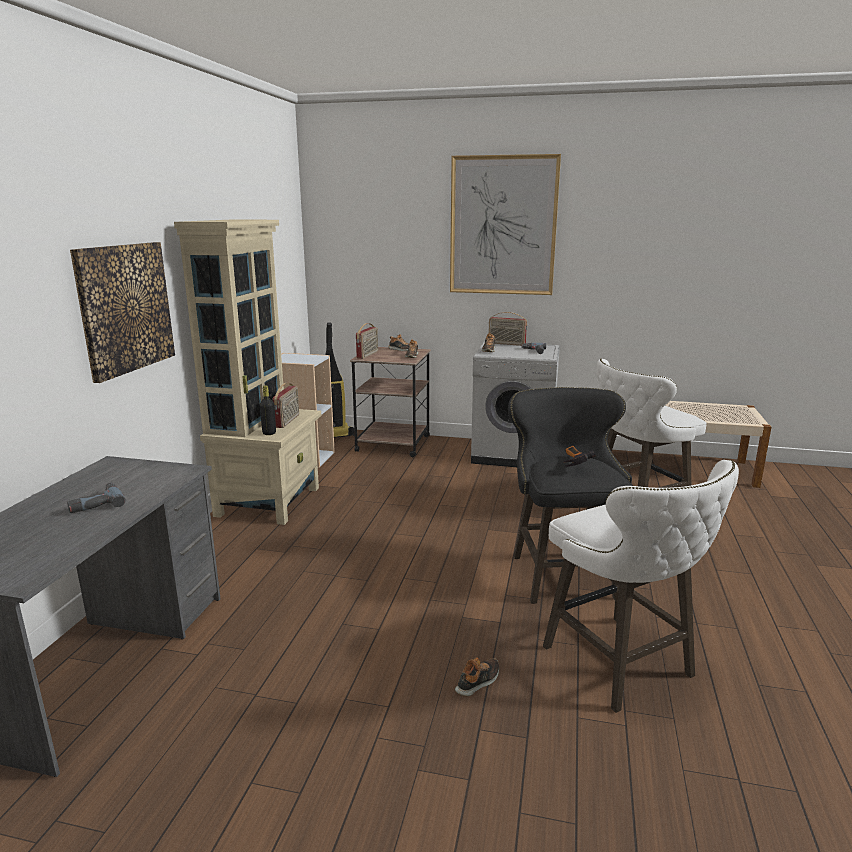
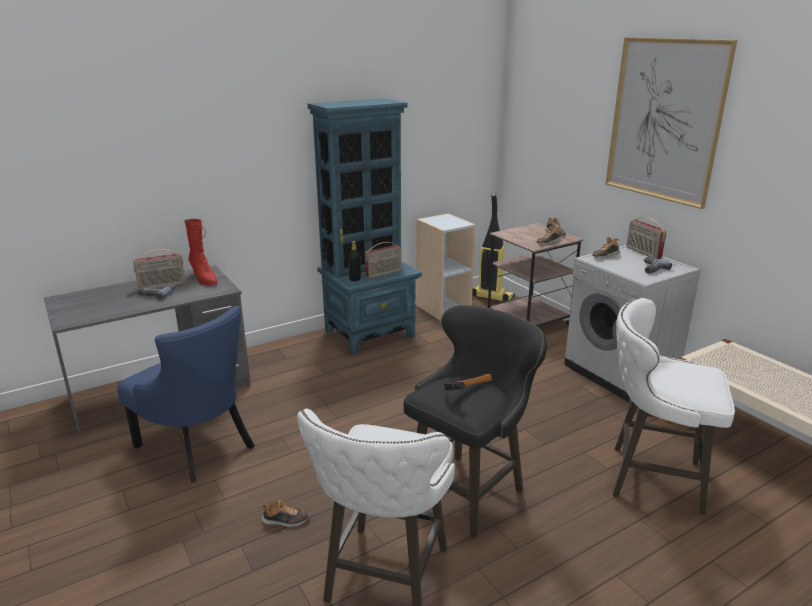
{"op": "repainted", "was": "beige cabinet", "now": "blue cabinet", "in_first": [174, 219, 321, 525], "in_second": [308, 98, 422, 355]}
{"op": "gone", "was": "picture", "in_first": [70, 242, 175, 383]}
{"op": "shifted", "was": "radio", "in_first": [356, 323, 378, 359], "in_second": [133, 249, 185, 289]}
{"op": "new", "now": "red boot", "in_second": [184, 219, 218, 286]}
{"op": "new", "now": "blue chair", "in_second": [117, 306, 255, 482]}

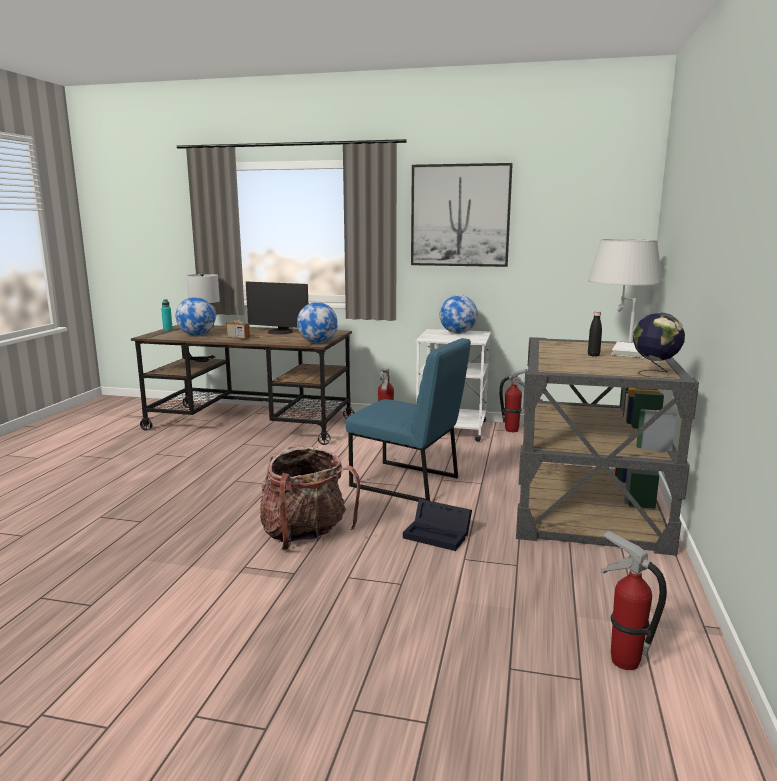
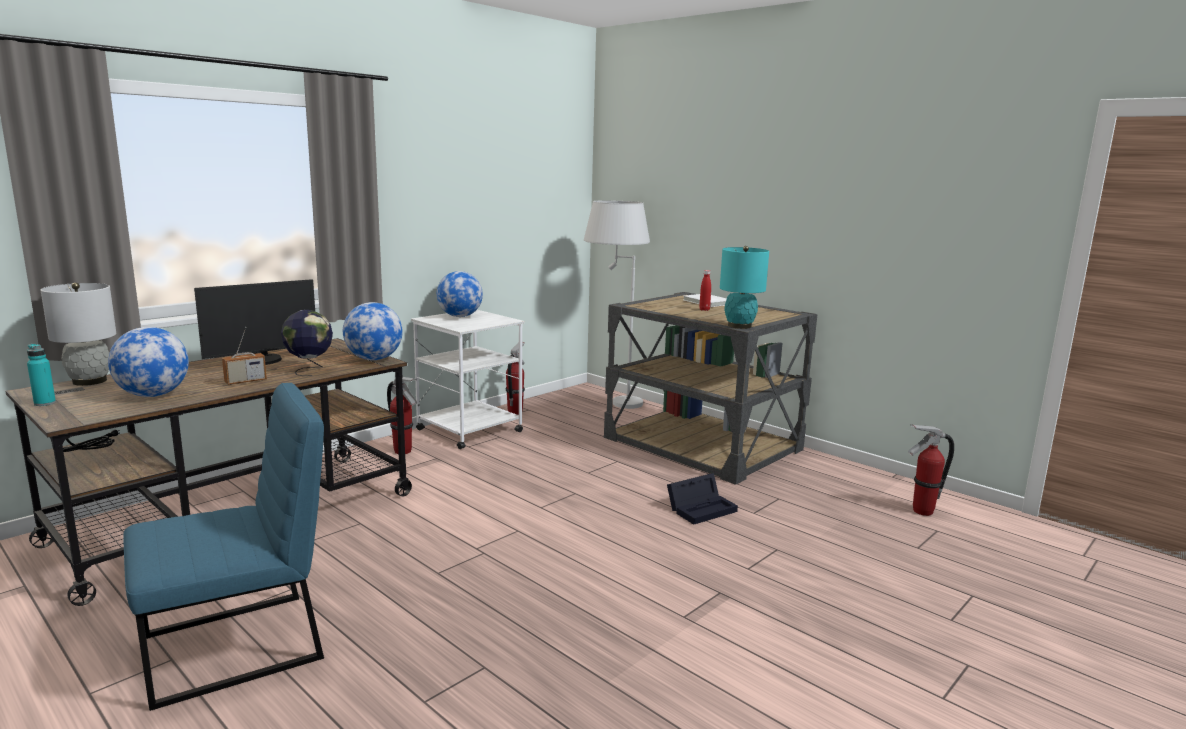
{"op": "gone", "was": "picture", "in_first": [411, 163, 513, 267]}
{"op": "repainted", "was": "black bottle", "now": "red bottle", "in_first": [588, 311, 602, 357], "in_second": [699, 270, 711, 311]}
{"op": "shifted", "was": "globe", "in_first": [633, 312, 685, 377], "in_second": [281, 310, 333, 376]}
{"op": "shifted", "was": "blue chair", "in_first": [345, 338, 471, 502], "in_second": [123, 383, 324, 711]}
{"op": "gone", "was": "backpack", "in_first": [260, 445, 360, 550]}
{"op": "new", "now": "turquoise table lamp", "in_second": [720, 246, 769, 329]}

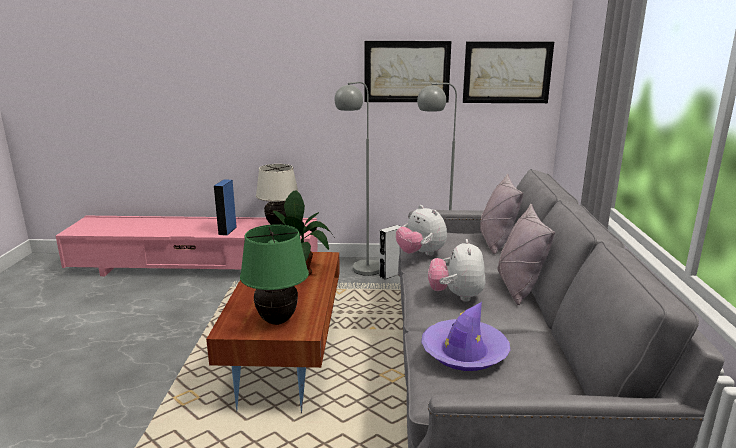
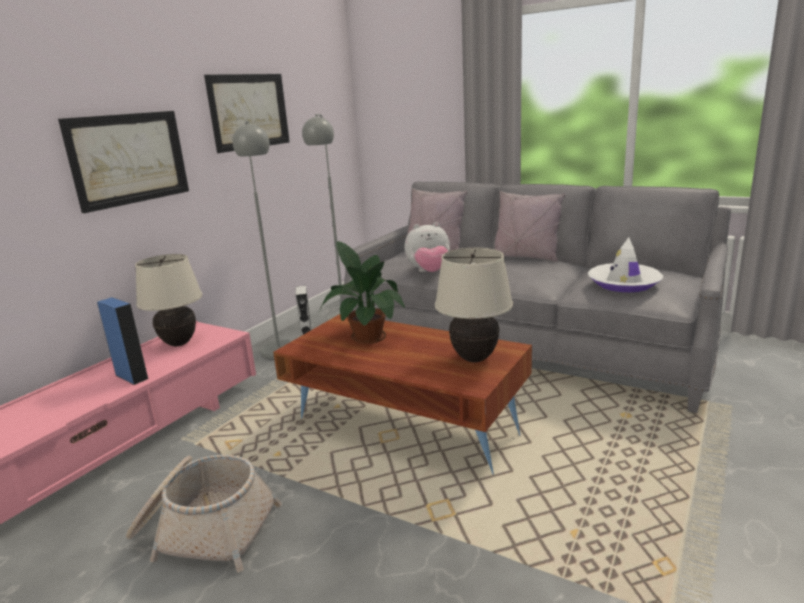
{"op": "shifted", "was": "picture", "in_first": [463, 41, 554, 103], "in_second": [58, 111, 189, 213]}
{"op": "repainted", "was": "green table lamp", "now": "beige table lamp", "in_first": [240, 224, 309, 325], "in_second": [435, 248, 513, 362]}
{"op": "gone", "was": "plush toy", "in_first": [428, 239, 485, 302]}
{"op": "repainted", "was": "purple hat", "now": "white hat", "in_first": [421, 302, 510, 371], "in_second": [588, 237, 663, 292]}
{"op": "new", "now": "basket", "in_second": [126, 455, 282, 573]}

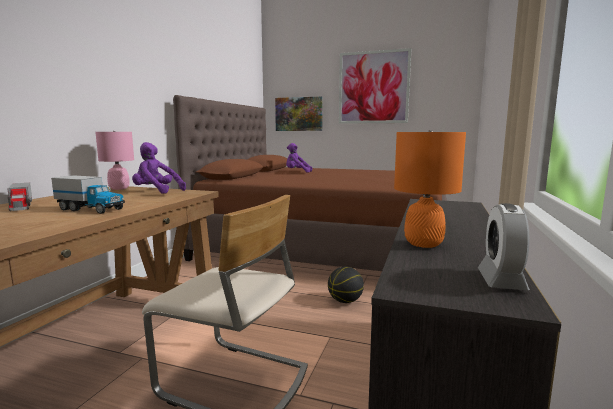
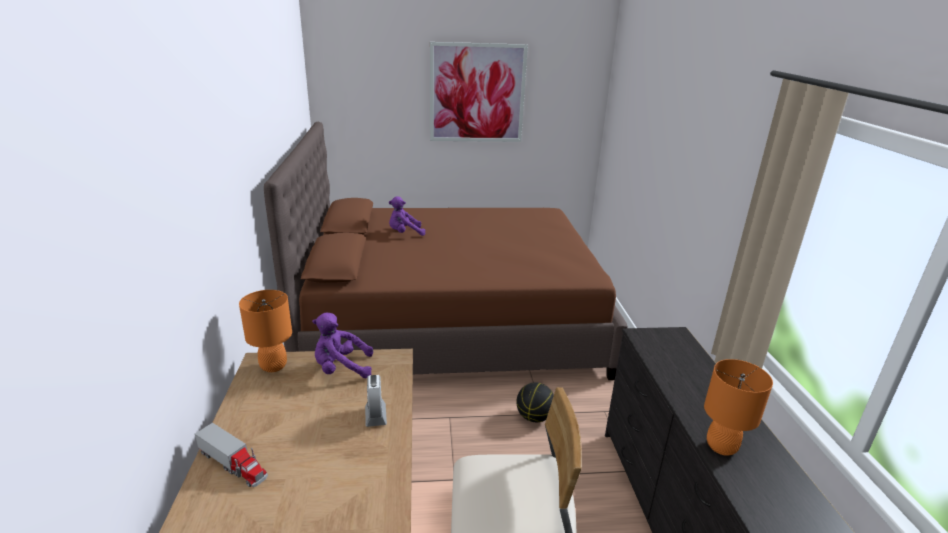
{"op": "gone", "was": "picture", "in_first": [275, 96, 323, 131]}
{"op": "repainted", "was": "pink table lamp", "now": "orange table lamp", "in_first": [95, 131, 134, 190], "in_second": [239, 290, 292, 372]}
{"op": "gone", "was": "toy truck", "in_first": [51, 175, 125, 214]}
{"op": "shifted", "was": "alarm clock", "in_first": [478, 203, 530, 291], "in_second": [365, 375, 387, 427]}

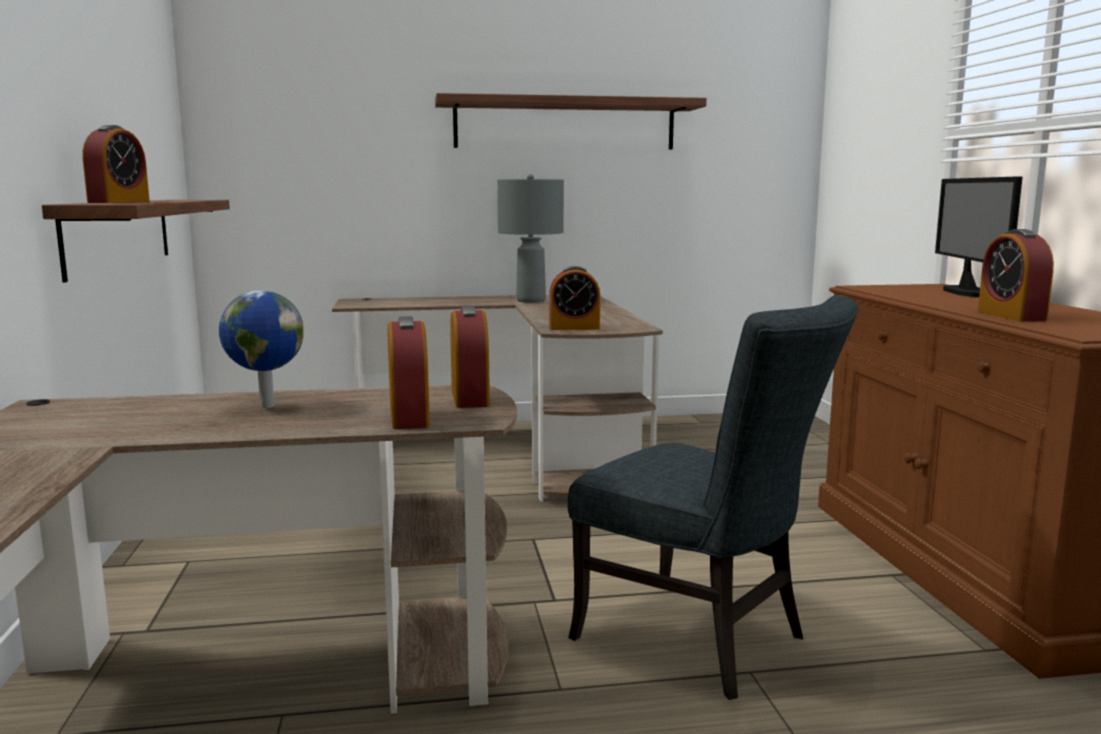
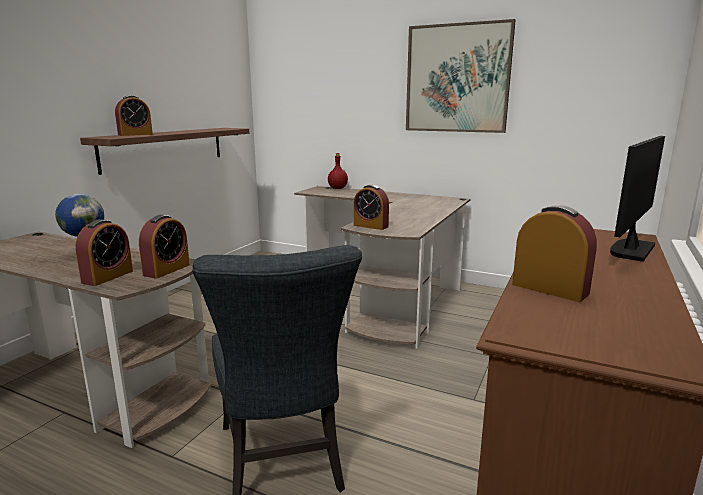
{"op": "swapped", "was": "shelf", "now": "picture", "in_first": [435, 93, 707, 149], "in_second": [406, 19, 516, 133]}
{"op": "gone", "was": "grey table lamp", "in_first": [497, 174, 564, 303]}
{"op": "rotated", "was": "alarm clock", "in_first": [978, 229, 1054, 322], "in_second": [512, 205, 597, 302], "clockwise": 105}
{"op": "new", "now": "red bottle", "in_second": [328, 153, 348, 189]}

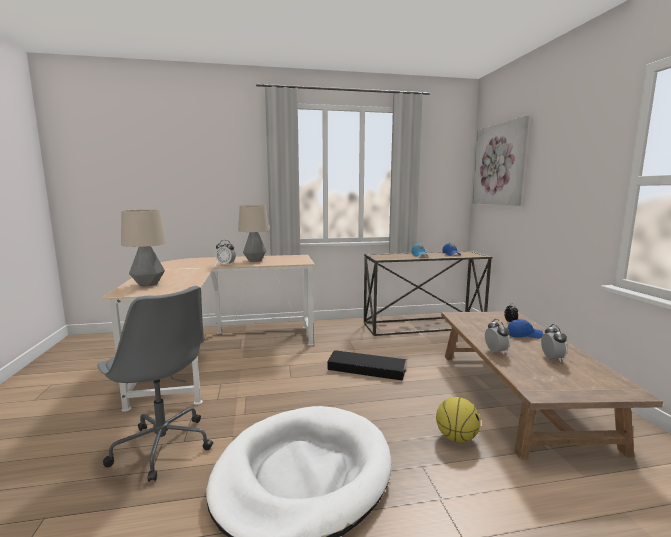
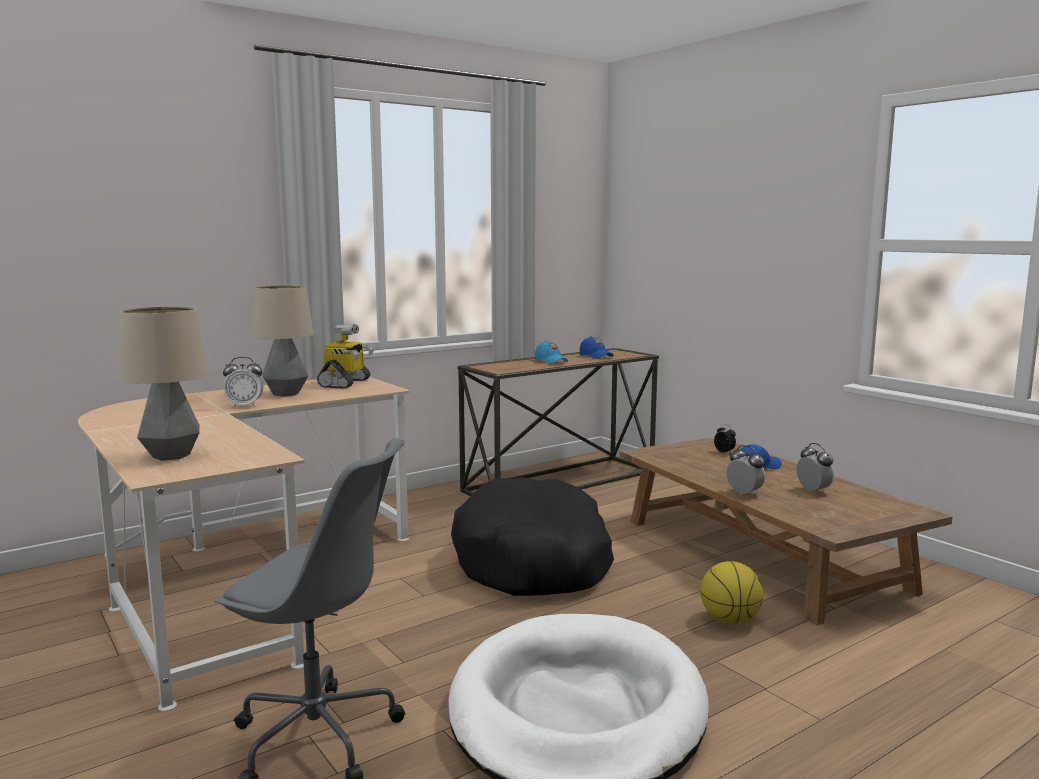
{"op": "gone", "was": "picture", "in_first": [472, 116, 529, 205]}
{"op": "swapped", "was": "black storage box", "now": "black dog bed", "in_first": [328, 350, 407, 381], "in_second": [451, 477, 614, 596]}
{"op": "new", "now": "toy robot", "in_second": [317, 324, 374, 389]}

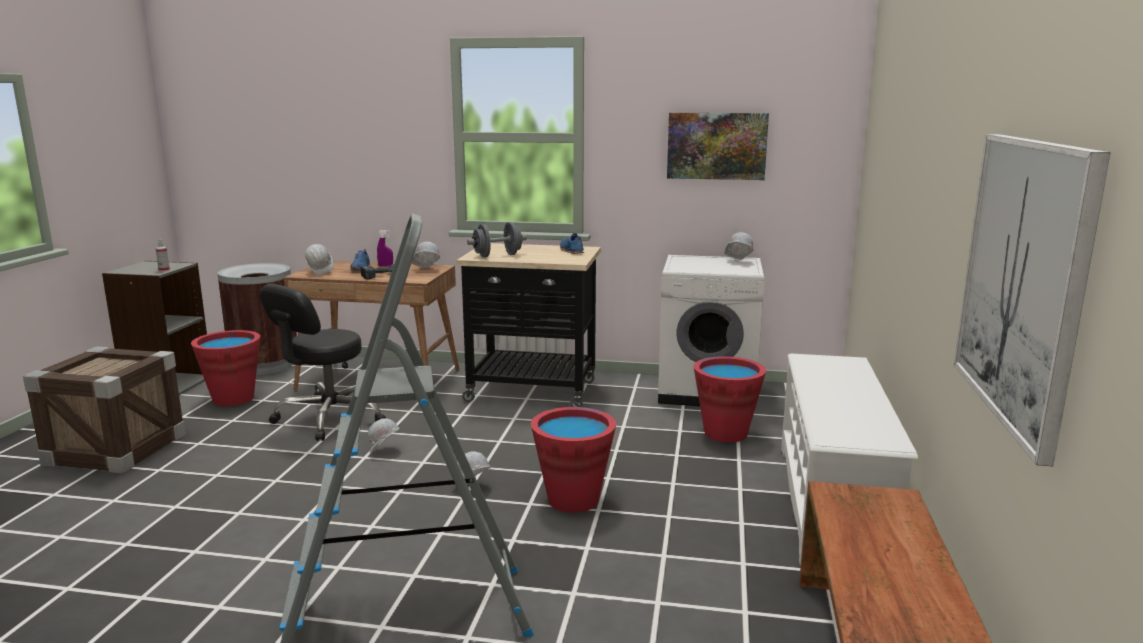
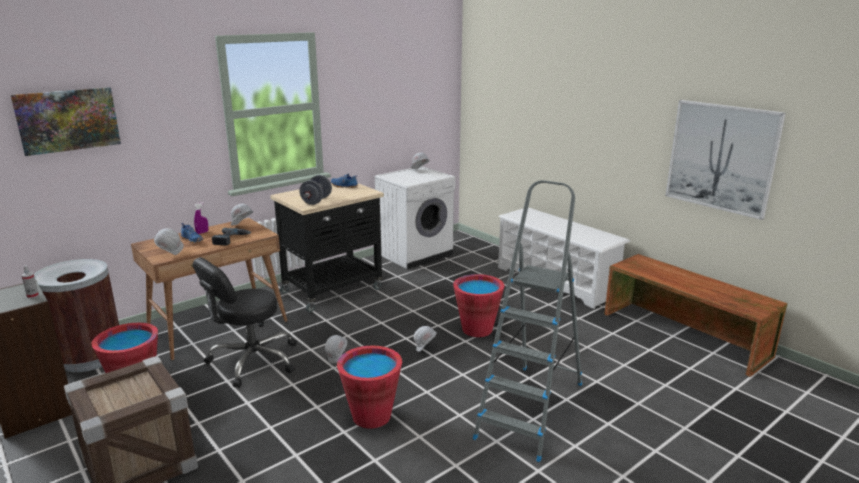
{"op": "shifted", "was": "picture", "in_first": [667, 113, 769, 180], "in_second": [10, 87, 121, 156]}
{"op": "rotated", "was": "black office chair", "in_first": [260, 284, 386, 441], "in_second": [193, 257, 297, 388], "clockwise": 60}
{"op": "shifted", "was": "red bucket", "in_first": [694, 356, 766, 443], "in_second": [337, 346, 402, 429]}

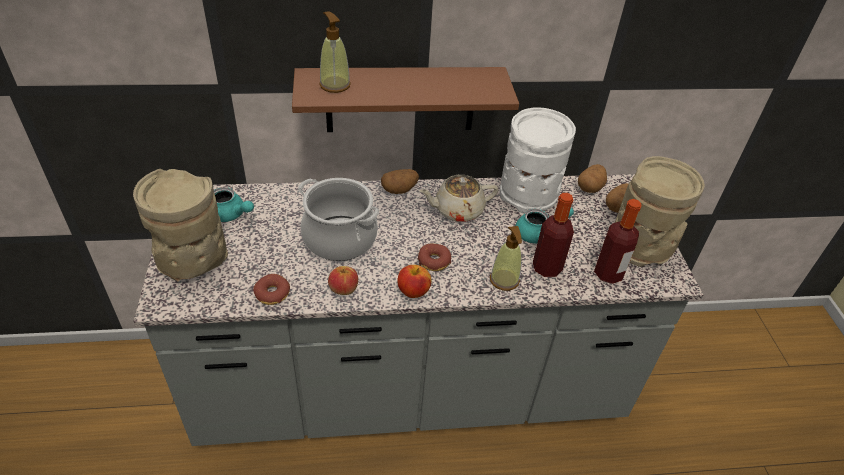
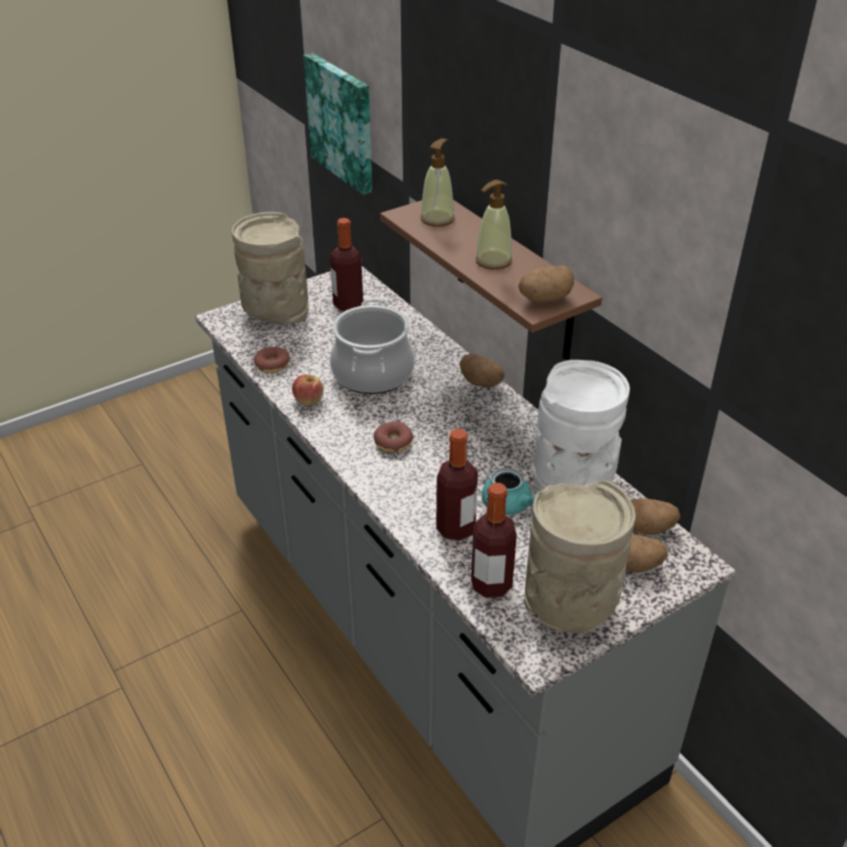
{"op": "gone", "was": "beige teapot", "in_first": [419, 175, 498, 222]}
{"op": "swapped", "was": "turquoise teapot", "now": "bottle", "in_first": [213, 187, 254, 222], "in_second": [330, 218, 363, 311]}
{"op": "shifted", "was": "soap dispenser", "in_first": [490, 226, 522, 291], "in_second": [475, 180, 512, 270]}
{"op": "gone", "was": "apple", "in_first": [397, 265, 431, 298]}
{"op": "new", "now": "picture", "in_second": [303, 53, 372, 195]}
{"op": "new", "now": "potato", "in_second": [518, 266, 574, 303]}

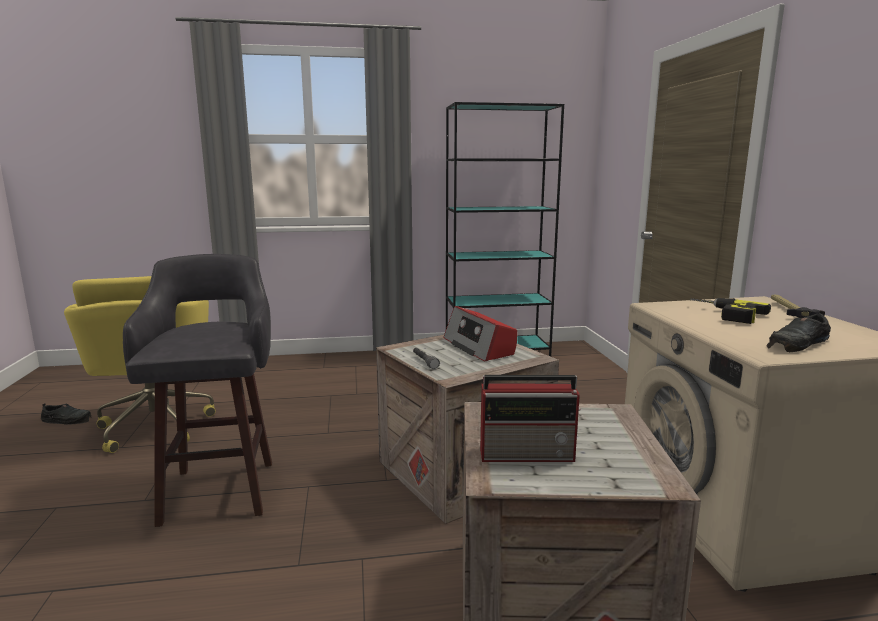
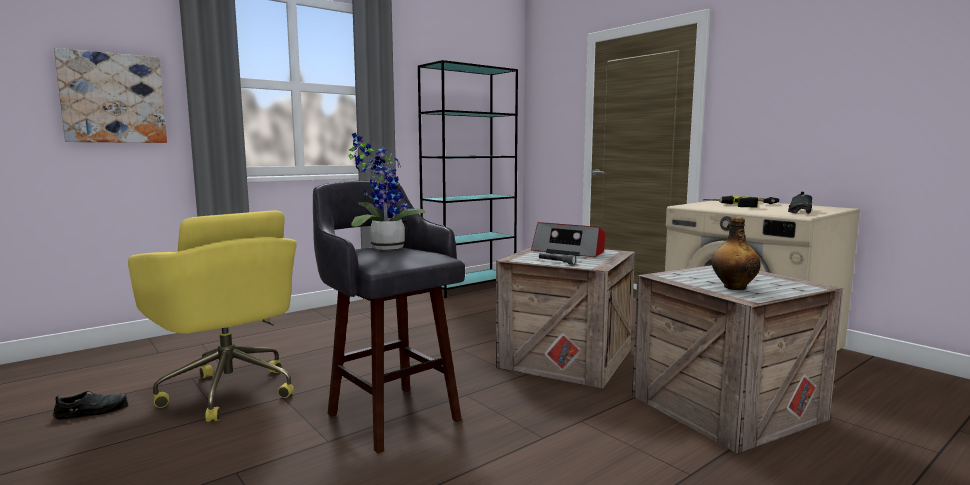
{"op": "swapped", "was": "radio", "now": "bottle", "in_first": [480, 375, 581, 462], "in_second": [712, 217, 761, 290]}
{"op": "new", "now": "picture", "in_second": [54, 48, 167, 143]}
{"op": "new", "now": "potted plant", "in_second": [348, 133, 425, 250]}

